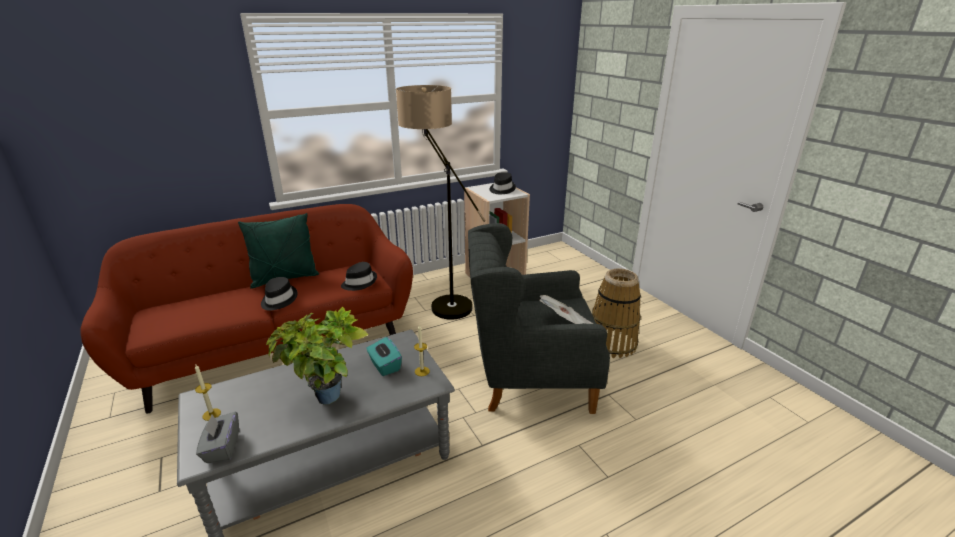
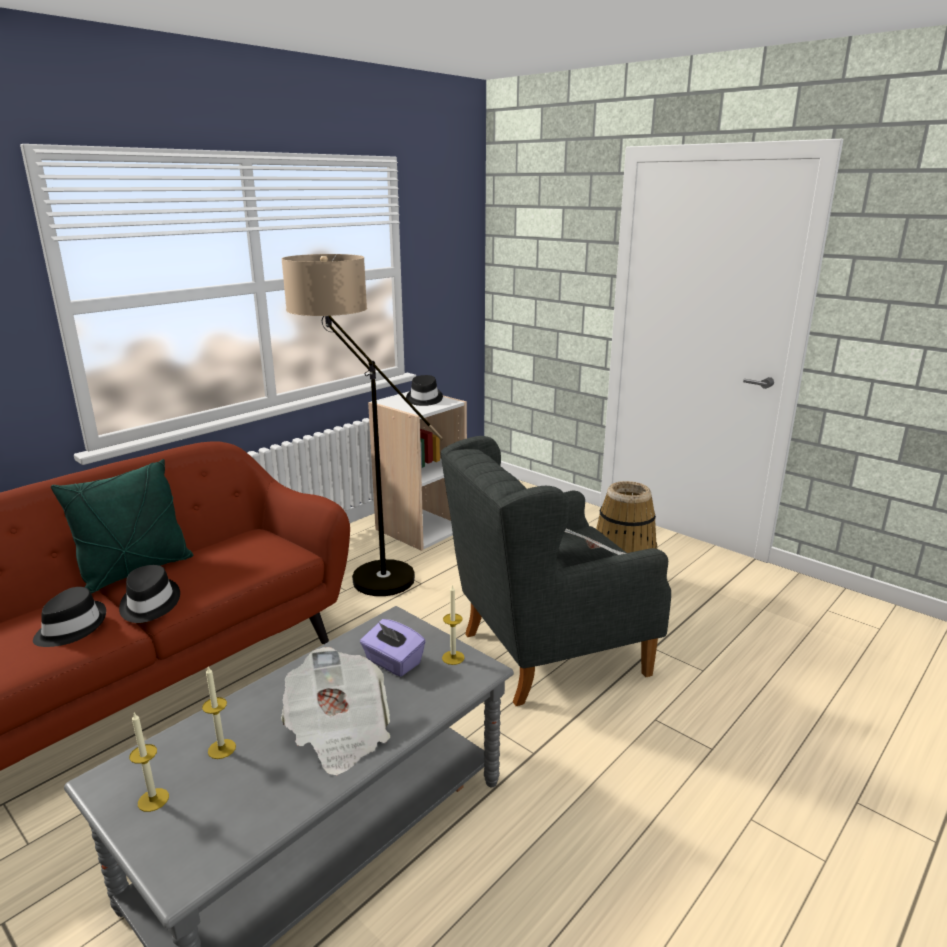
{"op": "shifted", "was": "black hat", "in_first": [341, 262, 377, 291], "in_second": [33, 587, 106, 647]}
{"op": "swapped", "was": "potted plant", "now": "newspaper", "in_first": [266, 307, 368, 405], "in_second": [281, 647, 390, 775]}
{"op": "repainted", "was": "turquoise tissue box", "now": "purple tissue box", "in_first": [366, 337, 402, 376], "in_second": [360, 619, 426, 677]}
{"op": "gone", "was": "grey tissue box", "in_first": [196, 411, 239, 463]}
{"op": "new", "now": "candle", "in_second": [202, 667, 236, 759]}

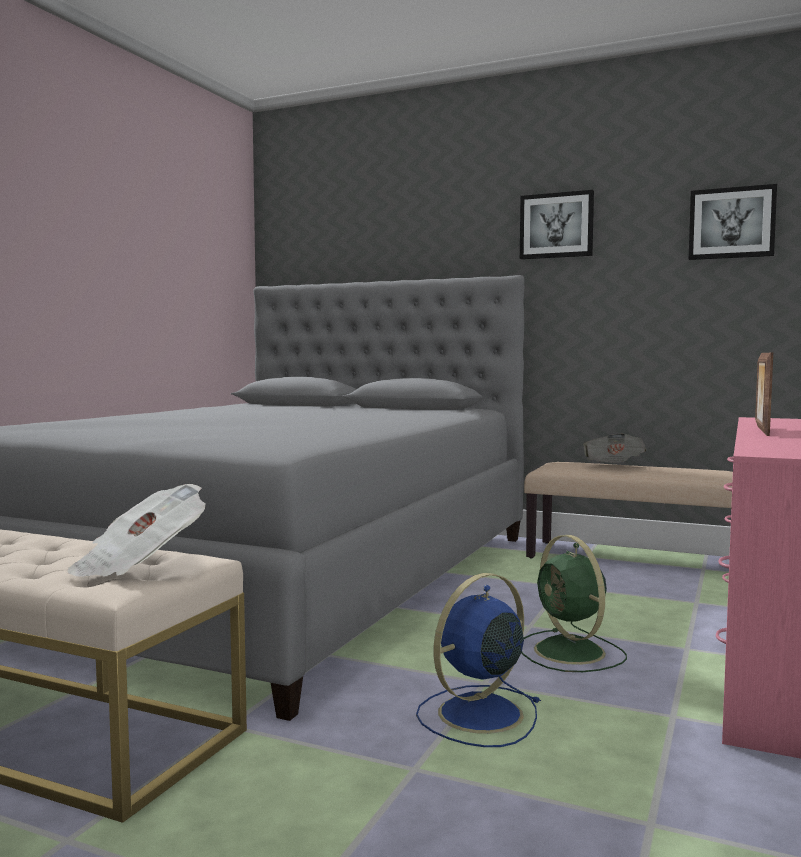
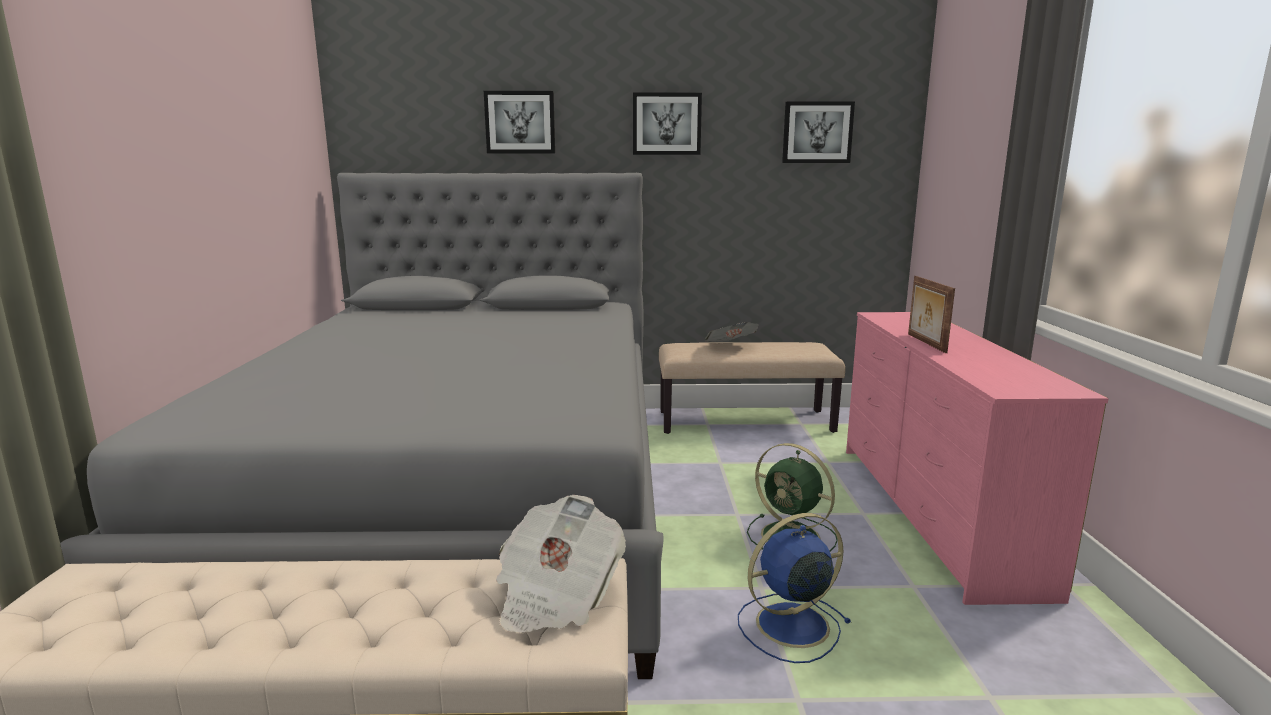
{"op": "rotated", "was": "blue fan", "in_first": [416, 573, 541, 747], "in_second": [738, 513, 852, 663], "clockwise": 45}
{"op": "new", "now": "picture", "in_second": [484, 91, 555, 153]}

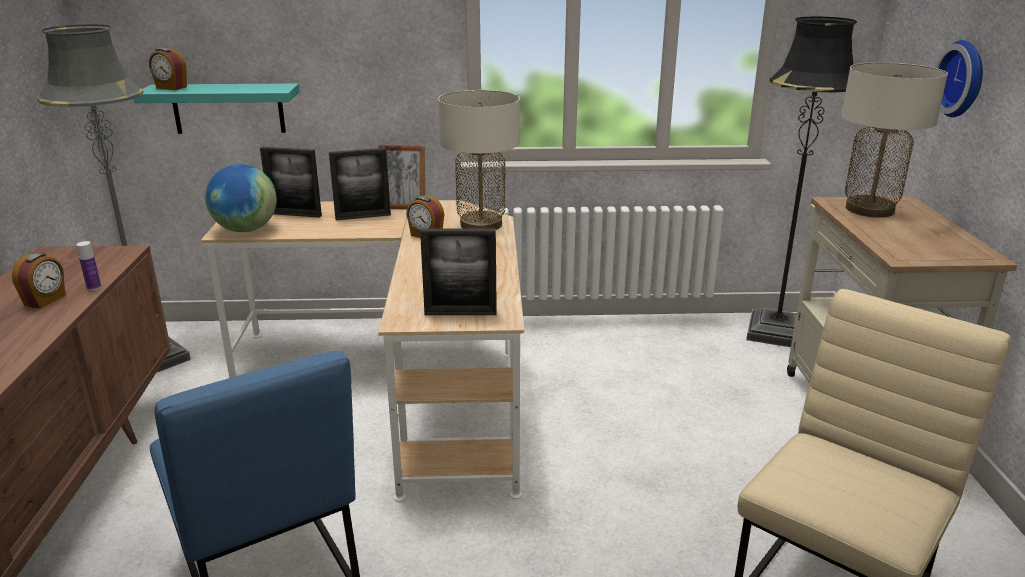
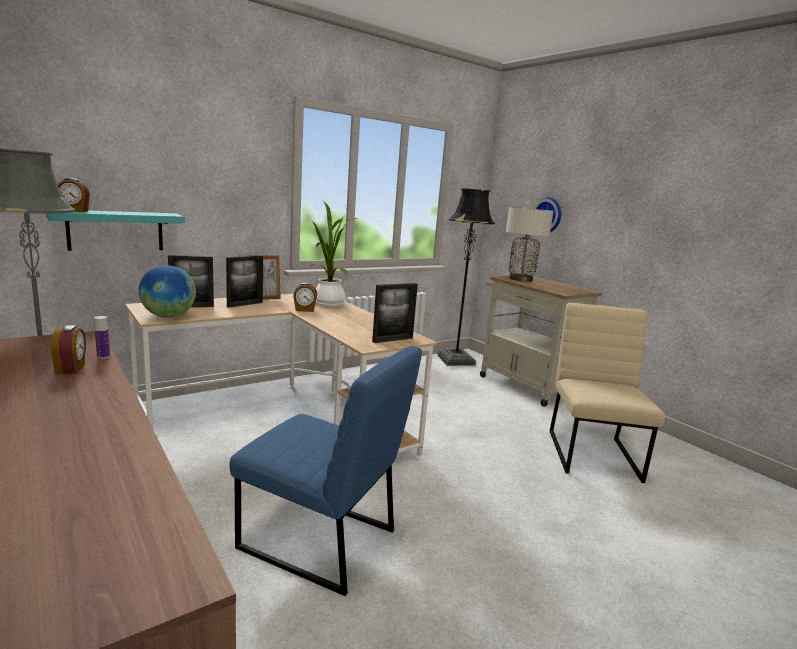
{"op": "swapped", "was": "table lamp", "now": "potted plant", "in_first": [438, 90, 520, 230], "in_second": [309, 200, 357, 307]}

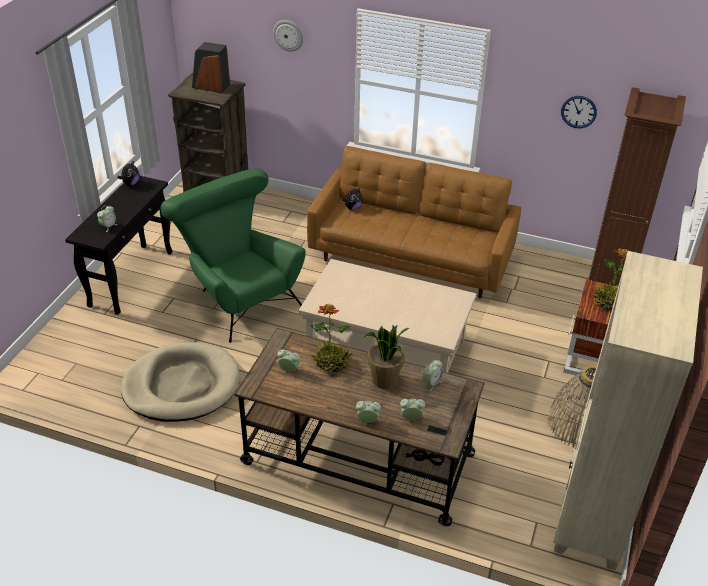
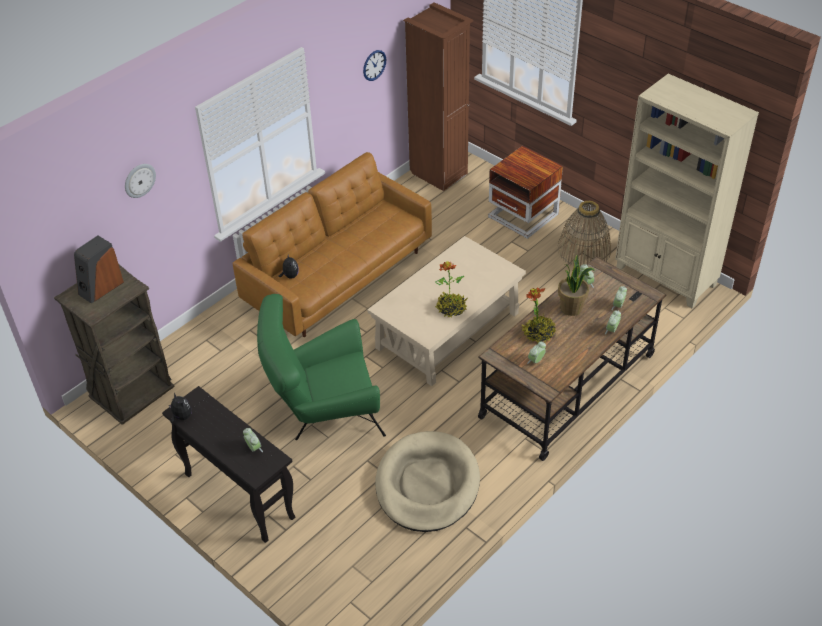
{"op": "shifted", "was": "potted plant", "in_first": [593, 248, 627, 310], "in_second": [435, 261, 468, 318]}

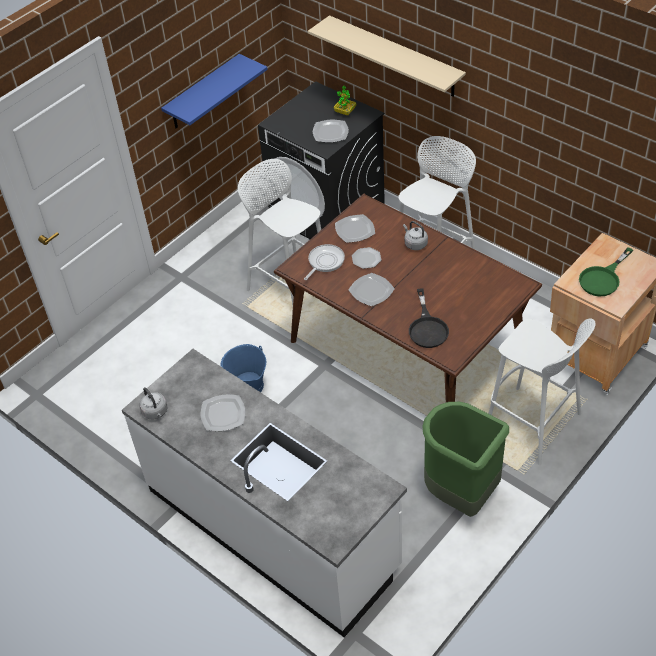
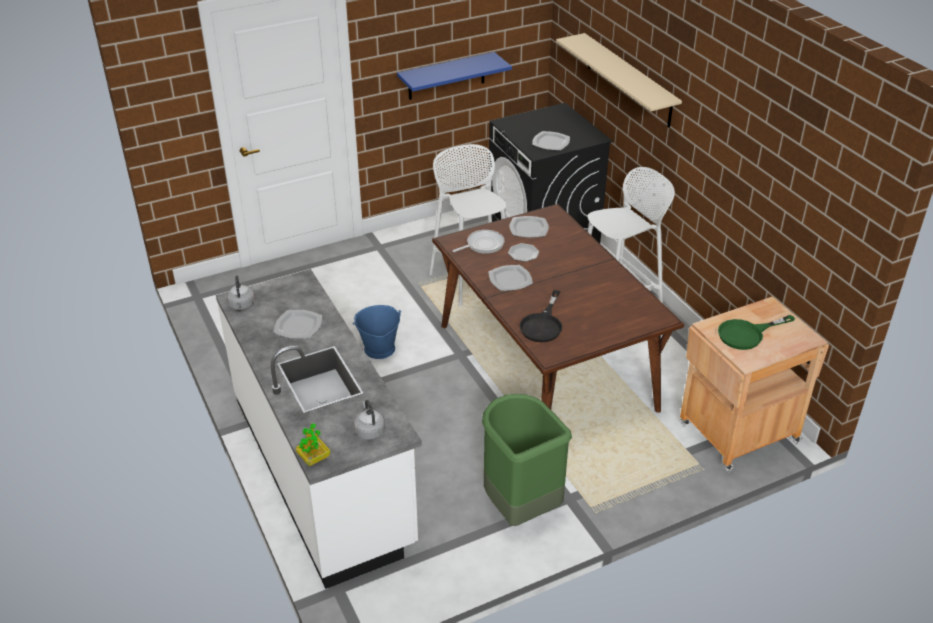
{"op": "shifted", "was": "potted plant", "in_first": [334, 86, 356, 115], "in_second": [296, 423, 330, 466]}
{"op": "shifted", "was": "grey kettle", "in_first": [403, 221, 428, 250], "in_second": [354, 400, 385, 440]}
{"op": "gone", "was": "white stool", "in_first": [488, 318, 596, 465]}

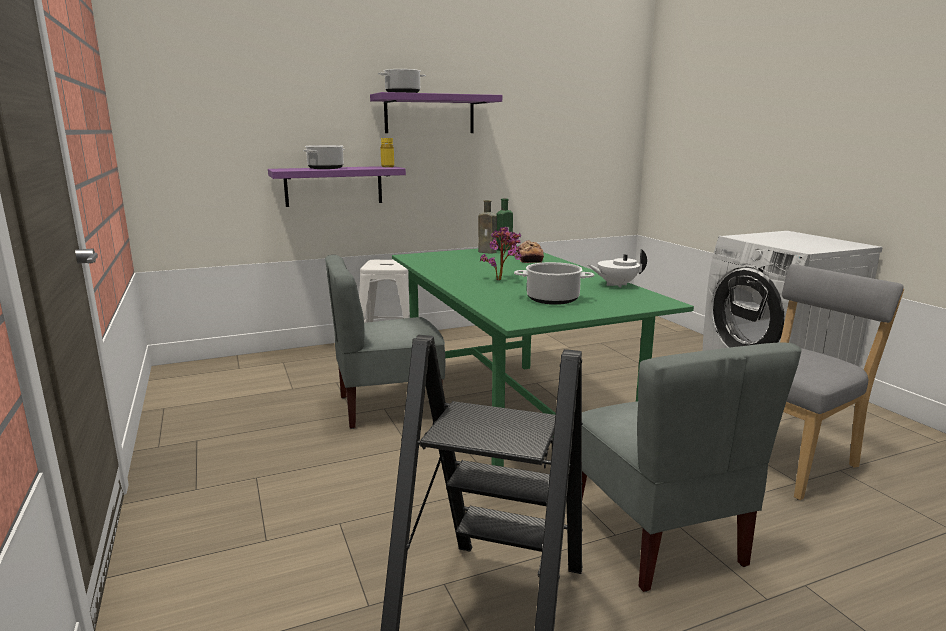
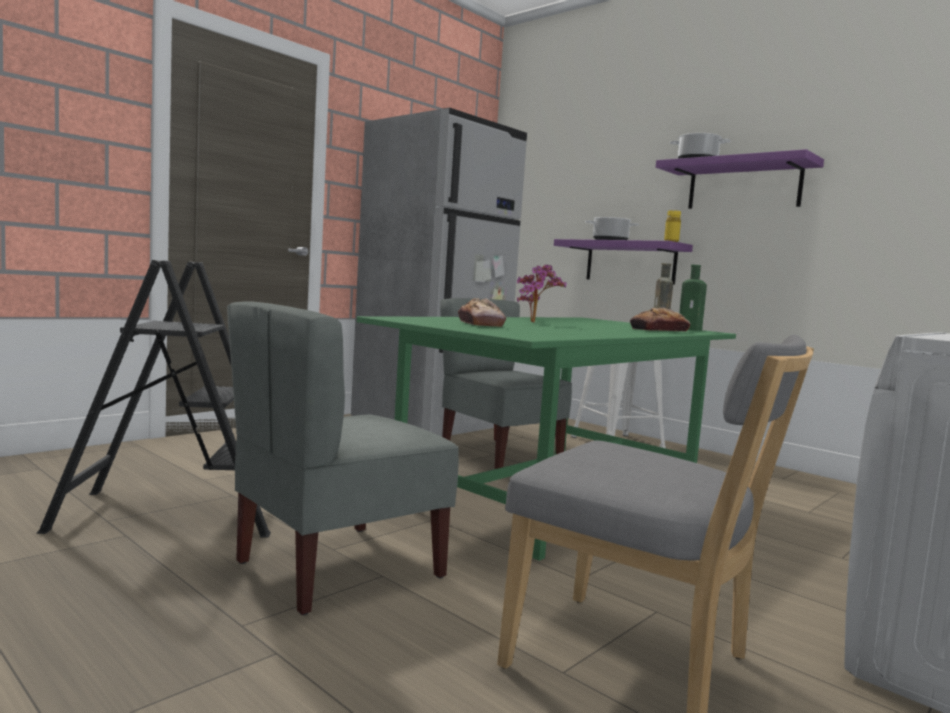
{"op": "gone", "was": "white teapot", "in_first": [588, 249, 647, 288]}
{"op": "swapped", "was": "cooking pot", "now": "bread", "in_first": [514, 262, 595, 305], "in_second": [458, 298, 506, 327]}
{"op": "new", "now": "grey fridge", "in_second": [351, 108, 527, 437]}

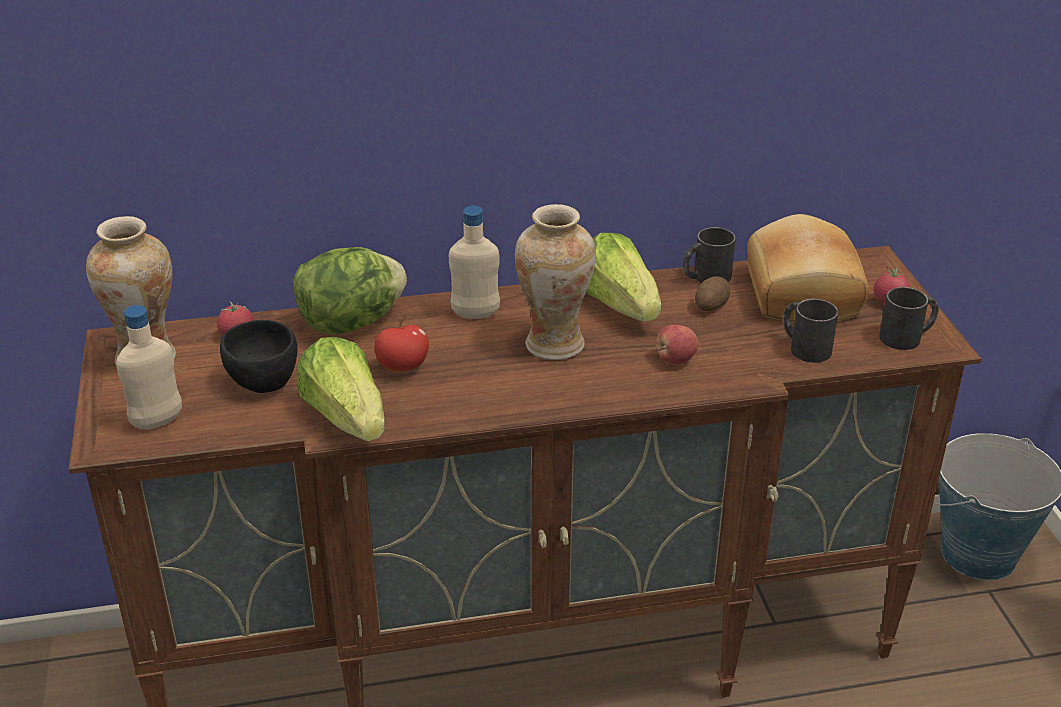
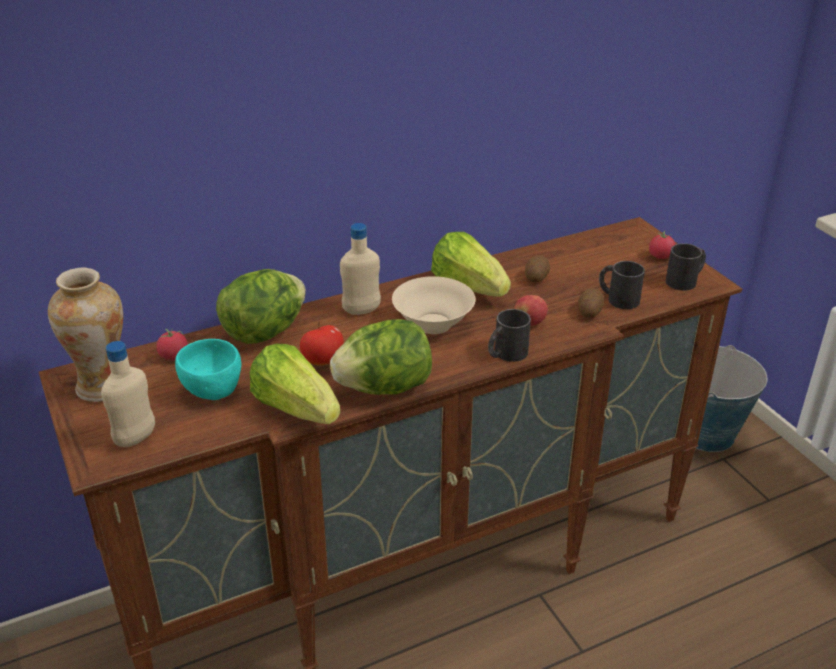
{"op": "swapped", "was": "vase", "now": "beige bowl", "in_first": [515, 204, 596, 360], "in_second": [392, 276, 476, 334]}
{"op": "gone", "was": "bread", "in_first": [747, 214, 869, 323]}
{"op": "shifted", "was": "black mug", "in_first": [683, 227, 736, 283], "in_second": [488, 309, 531, 362]}
{"op": "repainted", "was": "black bowl", "now": "turquoise bowl", "in_first": [220, 320, 297, 393], "in_second": [175, 339, 241, 400]}
{"op": "new", "now": "potato", "in_second": [578, 288, 604, 318]}
{"op": "new", "now": "lettuce", "in_second": [330, 319, 432, 395]}

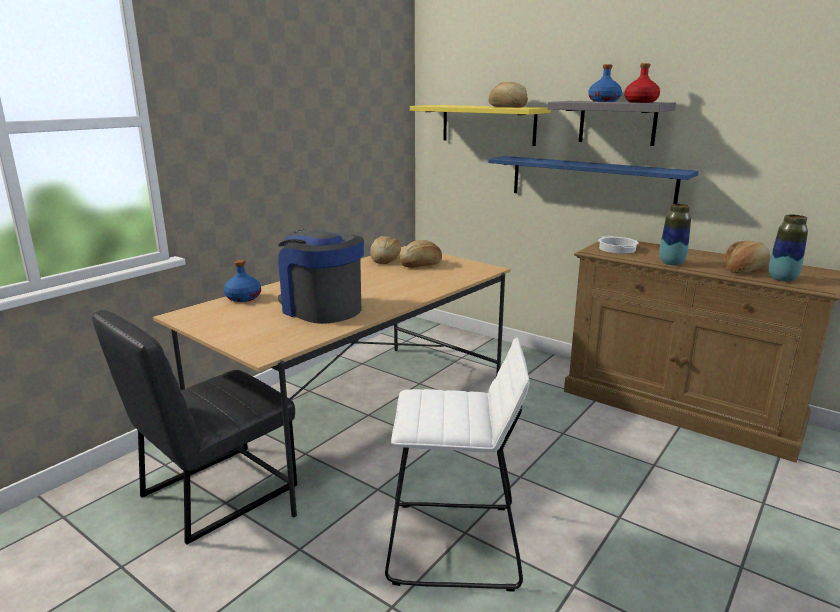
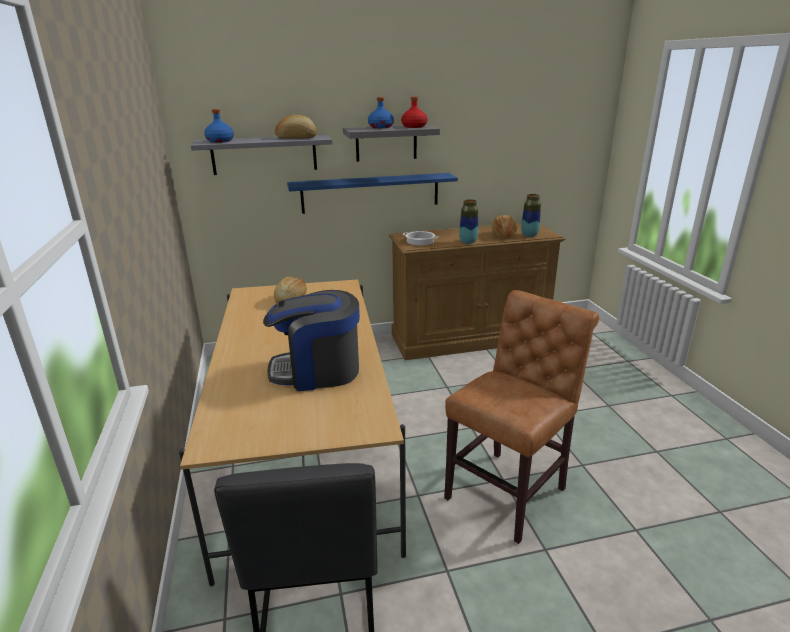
{"op": "repainted", "was": "yellow shelf", "now": "grey shelf", "in_first": [410, 105, 551, 146], "in_second": [191, 135, 333, 175]}
{"op": "gone", "was": "bread", "in_first": [370, 236, 401, 264]}
{"op": "shifted", "was": "blue bottle", "in_first": [224, 260, 261, 302], "in_second": [204, 109, 234, 143]}
{"op": "swapped", "was": "white stool", "now": "brown chair", "in_first": [385, 338, 530, 592], "in_second": [444, 290, 599, 544]}

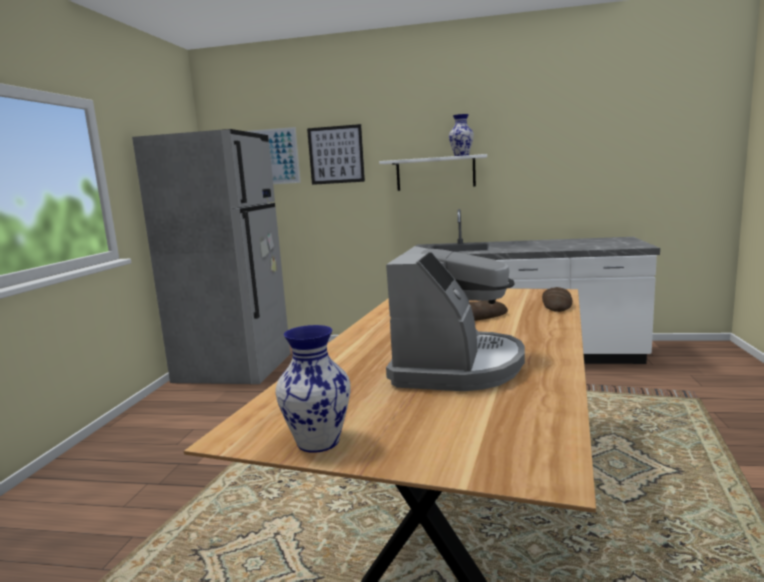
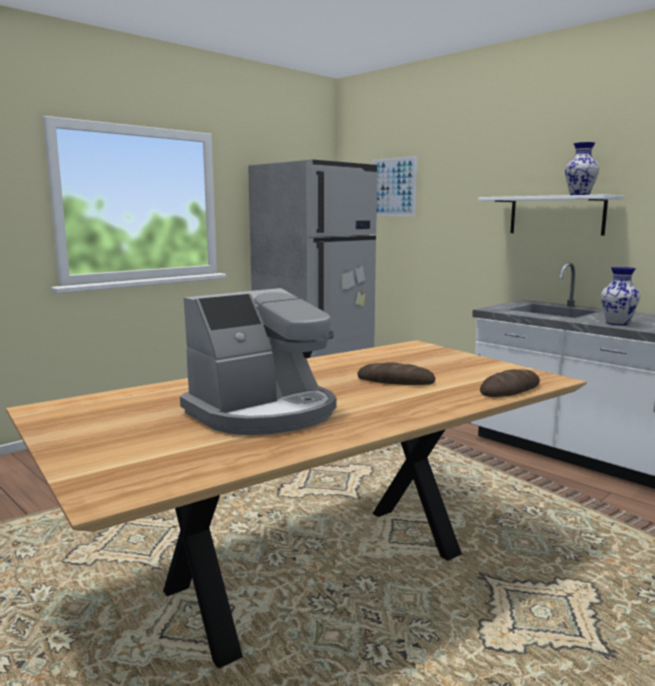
{"op": "gone", "was": "picture", "in_first": [307, 124, 365, 185]}
{"op": "shifted", "was": "vase", "in_first": [275, 325, 350, 453], "in_second": [601, 267, 640, 325]}

